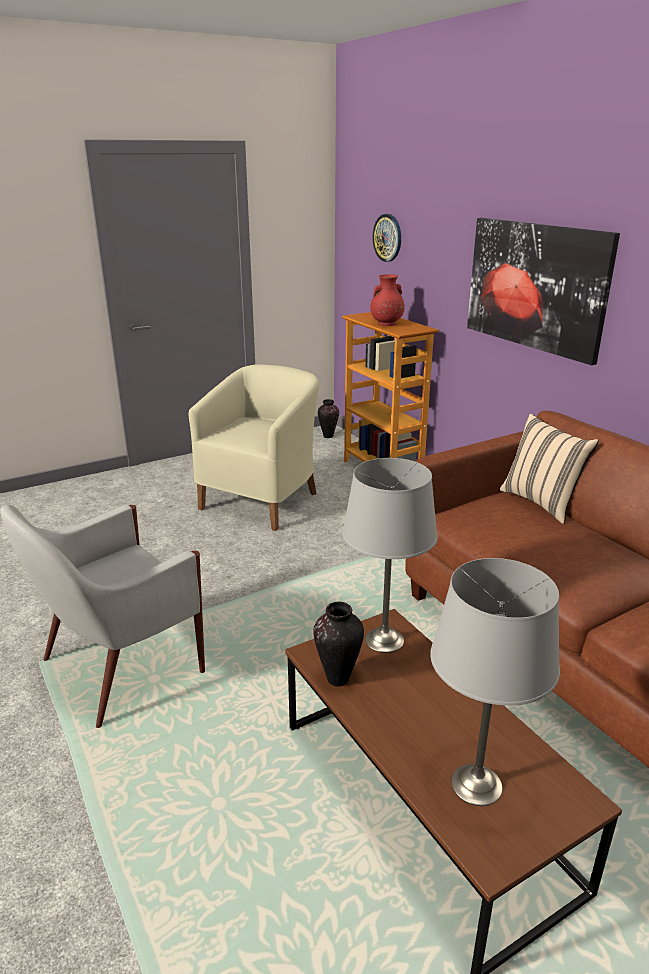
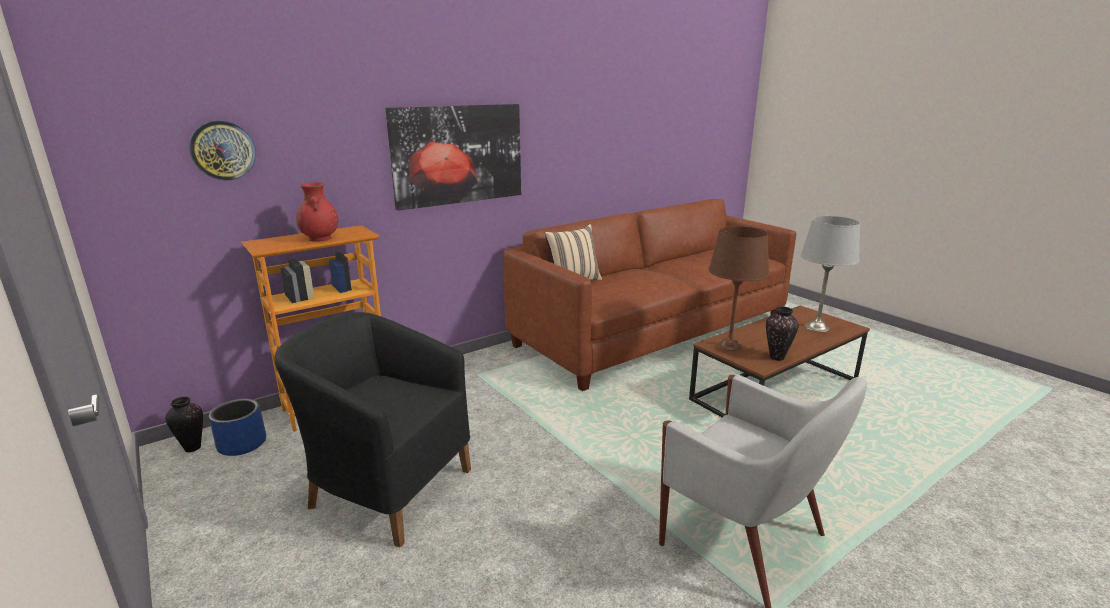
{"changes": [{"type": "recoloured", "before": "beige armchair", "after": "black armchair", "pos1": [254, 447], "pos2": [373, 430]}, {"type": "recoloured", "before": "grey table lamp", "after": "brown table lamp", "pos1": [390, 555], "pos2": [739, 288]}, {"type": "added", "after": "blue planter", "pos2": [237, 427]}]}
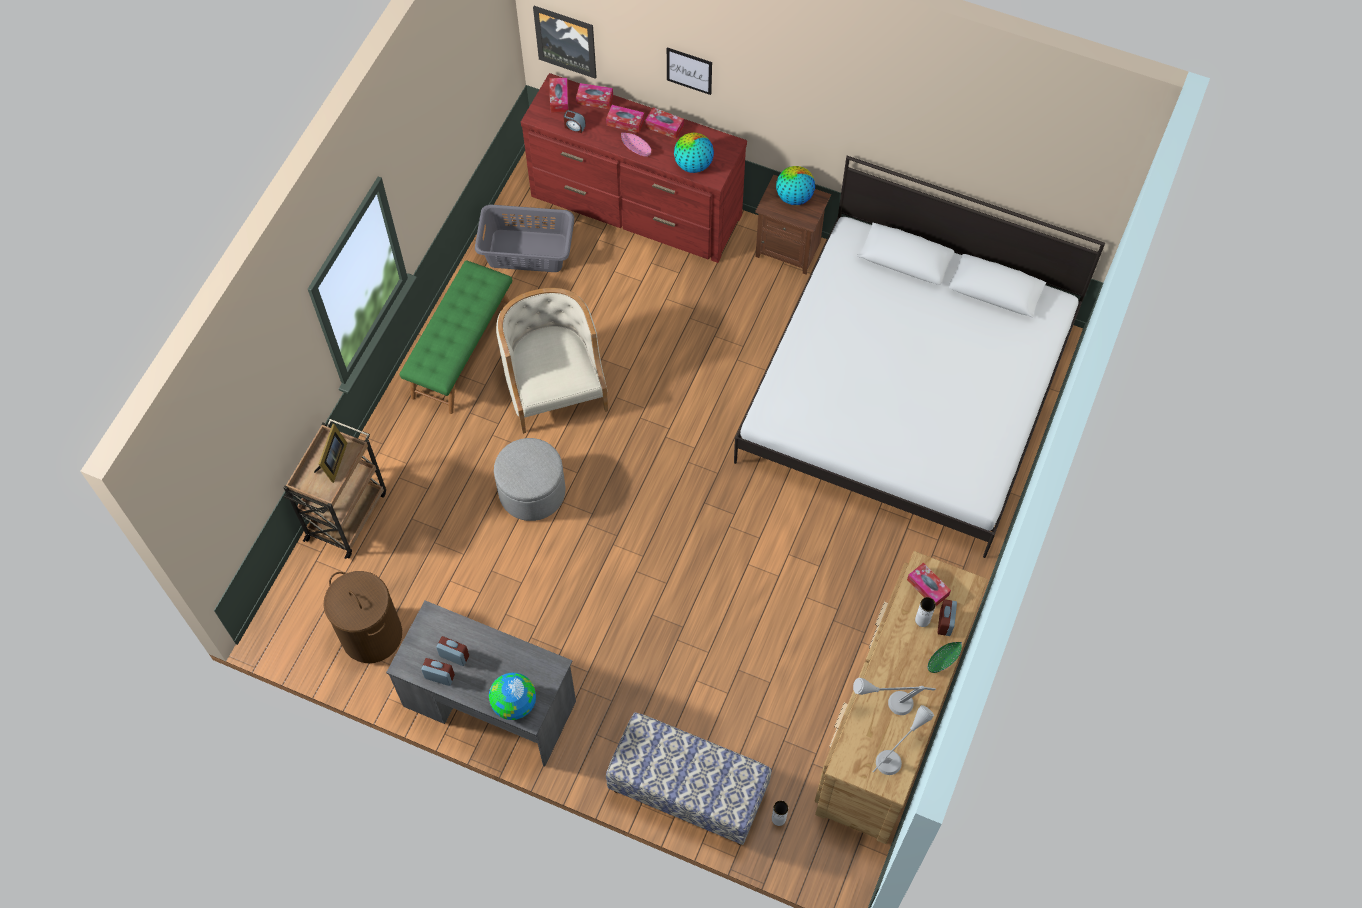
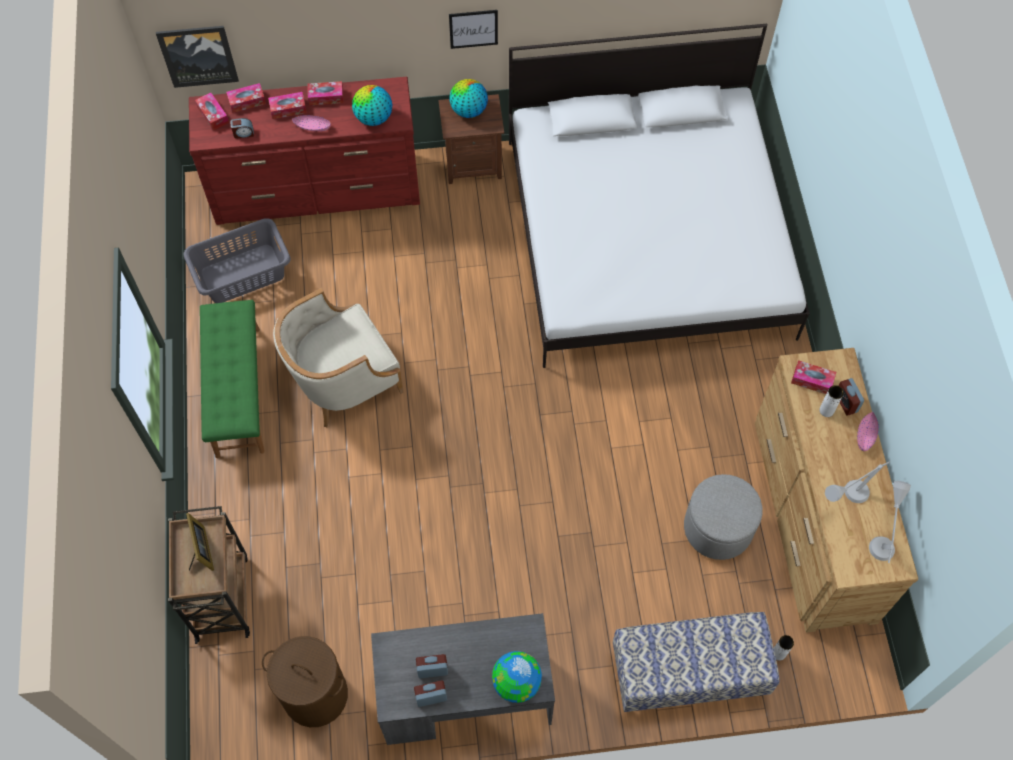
{"changes": [{"type": "moved", "before": "grey ottoman", "pos1": [530, 479], "pos2": [723, 517]}, {"type": "turned", "before": "beige armchair", "pos1": [552, 361], "pos2": [338, 357], "turn": -75}, {"type": "moved", "before": "picture", "pos1": [689, 71], "pos2": [473, 29]}, {"type": "recoloured", "before": "green bowl", "after": "pink bowl", "pos1": [945, 657], "pos2": [868, 431]}]}
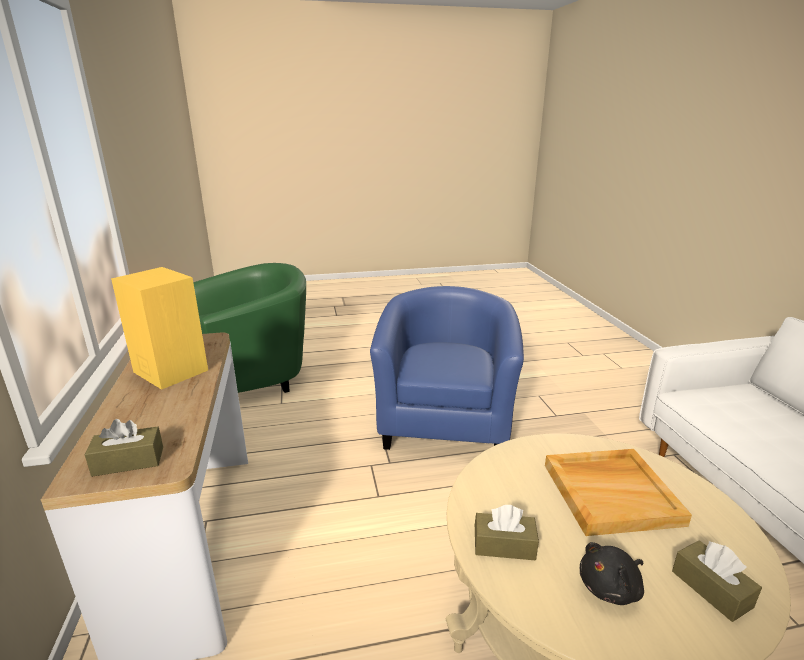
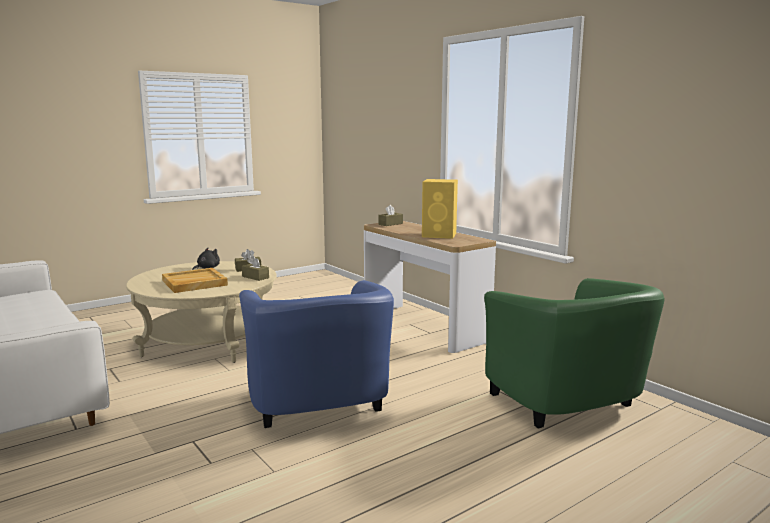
{"changes": [{"type": "turned", "before": "green armchair", "pos1": [249, 328], "pos2": [574, 353], "turn": -60}, {"type": "moved", "before": "brown tissue box", "pos1": [717, 581], "pos2": [255, 268]}]}
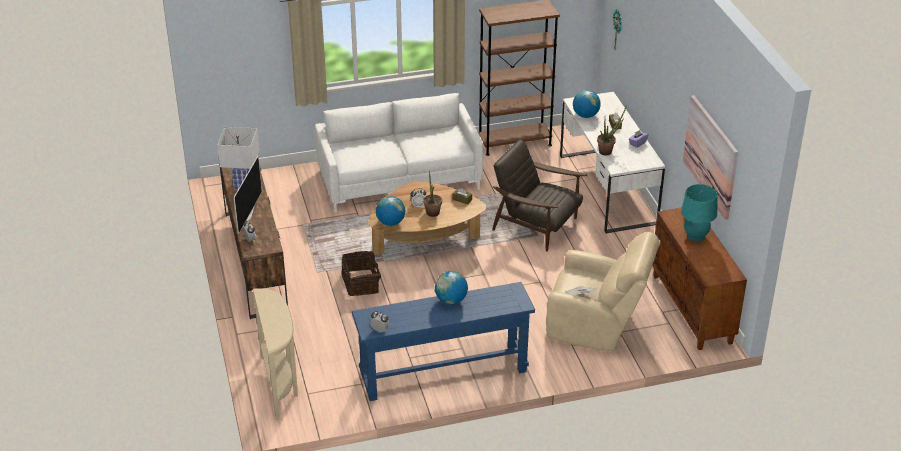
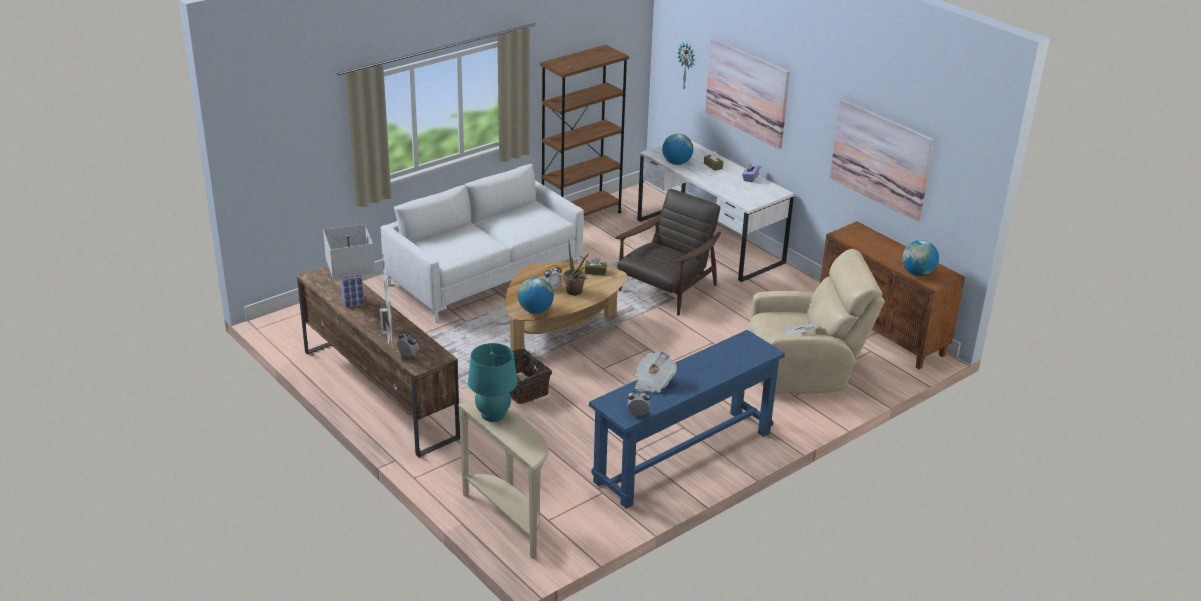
{"changes": [{"type": "moved", "before": "globe", "pos1": [451, 287], "pos2": [920, 258]}, {"type": "turned", "before": "brown armchair", "pos1": [539, 196], "pos2": [668, 252], "turn": 120}, {"type": "removed", "before": "potted plant", "pos1": [612, 130]}, {"type": "moved", "before": "turquoise table lamp", "pos1": [699, 213], "pos2": [492, 382]}, {"type": "added", "after": "newspaper", "pos2": [656, 371]}, {"type": "added", "after": "picture", "pos2": [747, 93]}]}
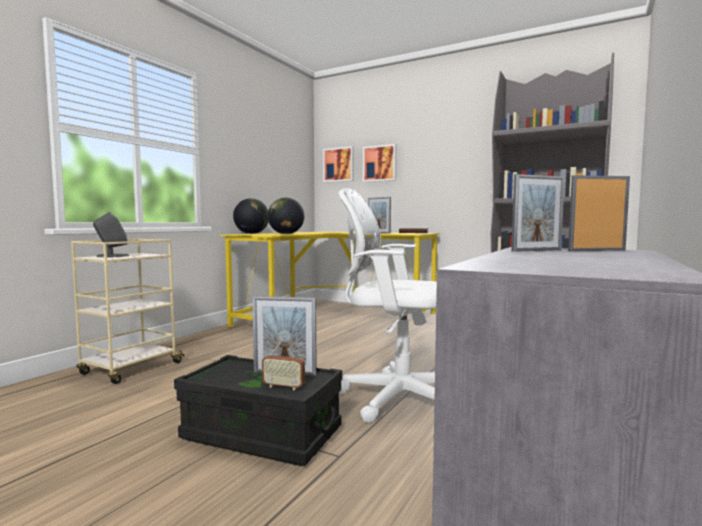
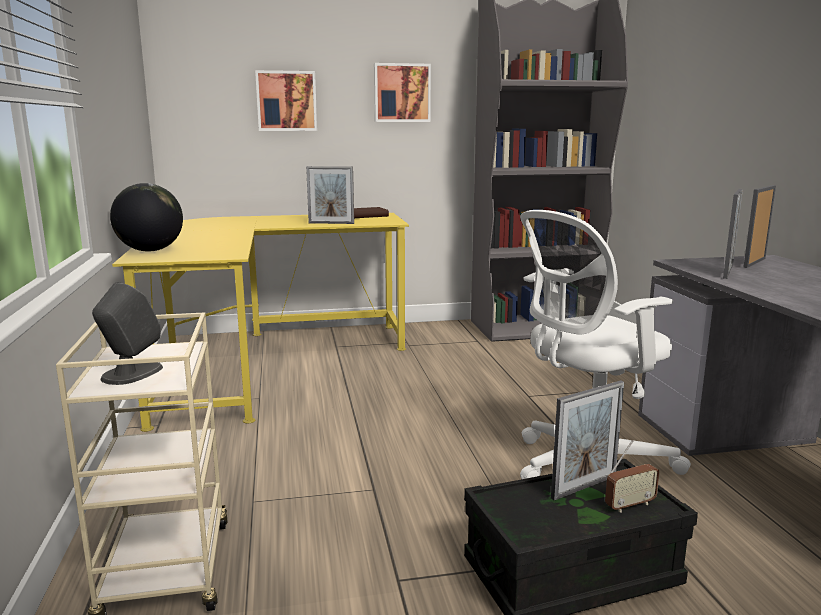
{"changes": [{"type": "removed", "before": "globe", "pos1": [286, 216]}, {"type": "moved", "before": "picture", "pos1": [338, 164], "pos2": [402, 92]}]}
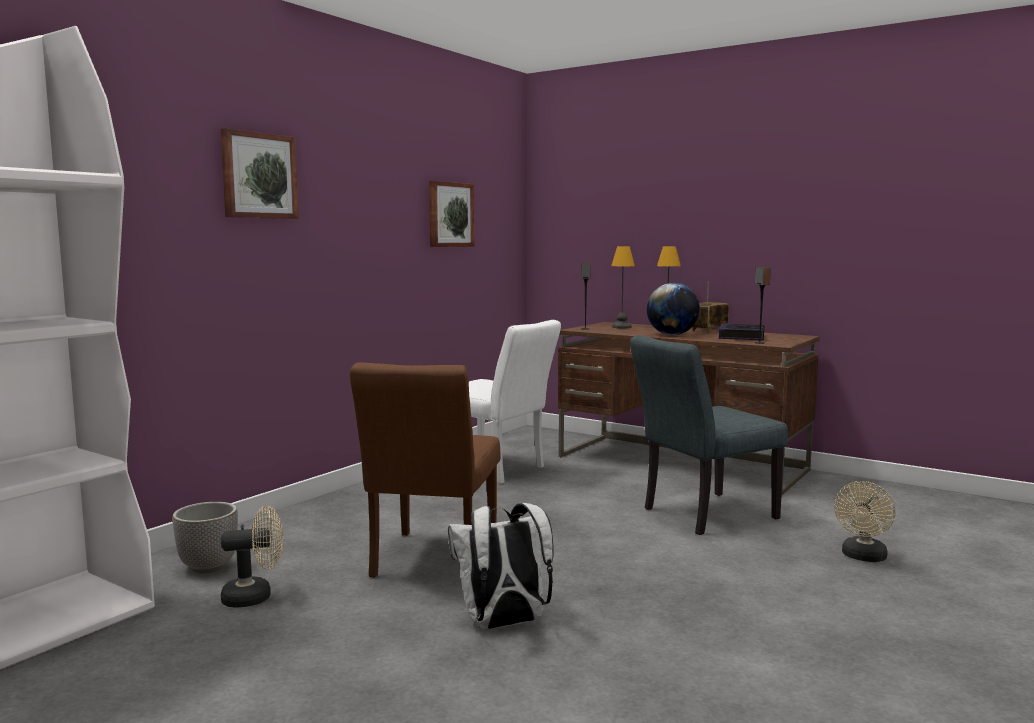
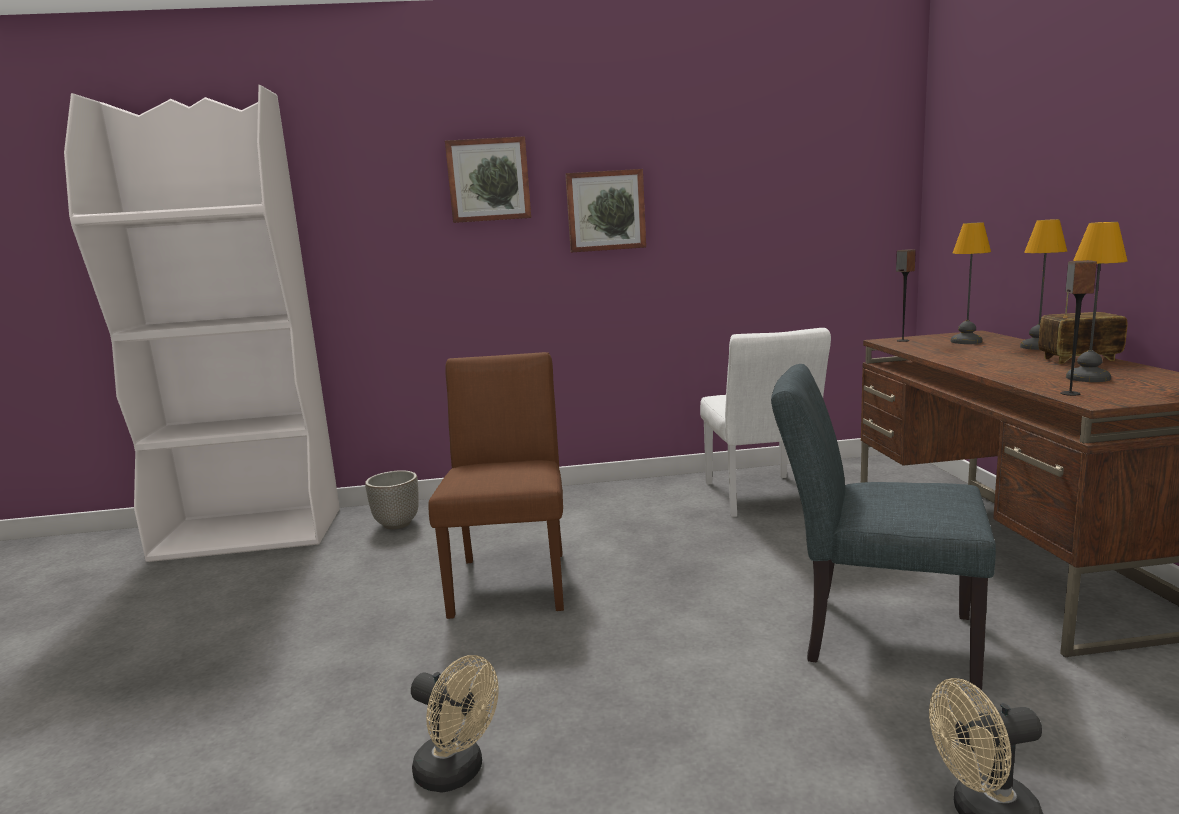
{"changes": [{"type": "moved", "before": "beige fan", "pos1": [252, 557], "pos2": [454, 724]}, {"type": "turned", "before": "brown chair", "pos1": [425, 470], "pos2": [496, 485], "turn": 120}, {"type": "moved", "before": "picture", "pos1": [452, 214], "pos2": [605, 210]}, {"type": "removed", "before": "white backpack", "pos1": [501, 566]}, {"type": "removed", "before": "globe", "pos1": [673, 309]}, {"type": "replaced", "before": "book", "after": "table lamp", "pos1": [742, 331], "pos2": [1097, 302]}]}
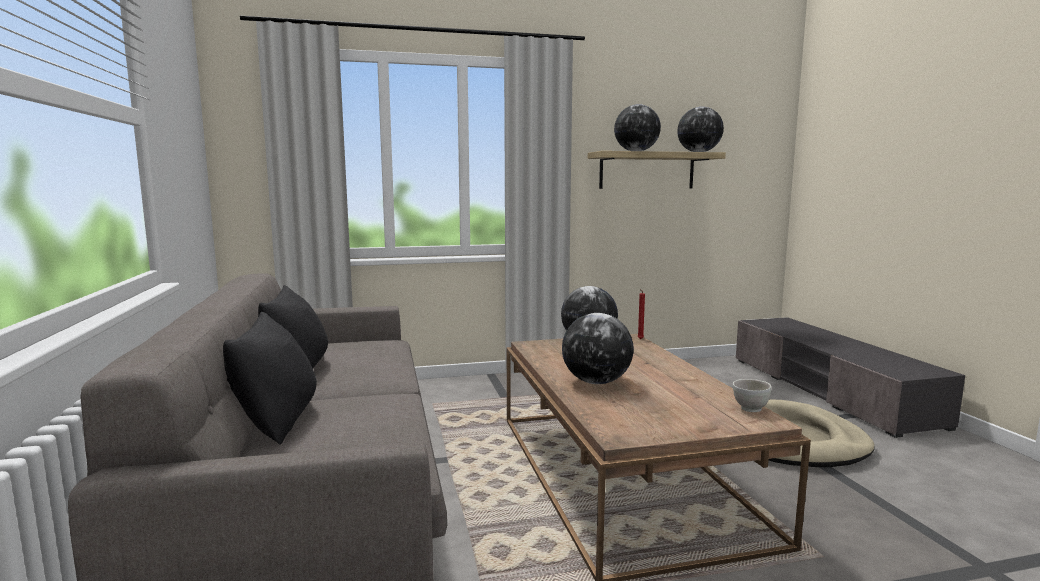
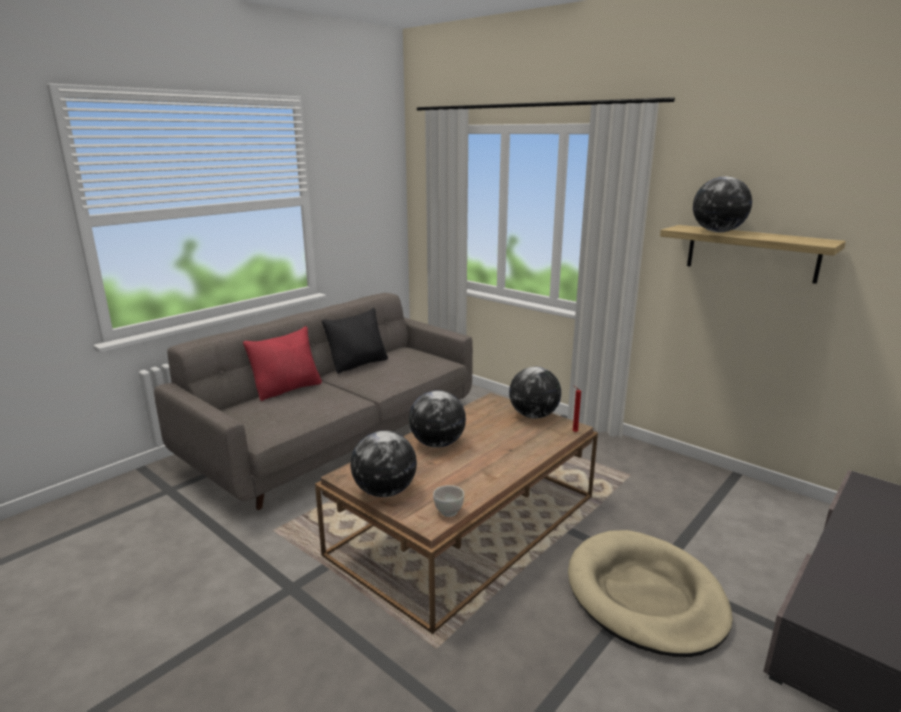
{"changes": [{"type": "recoloured", "before": "black pillow", "after": "red pillow", "pos1": [270, 378], "pos2": [282, 363]}, {"type": "moved", "before": "globe", "pos1": [700, 129], "pos2": [384, 463]}]}
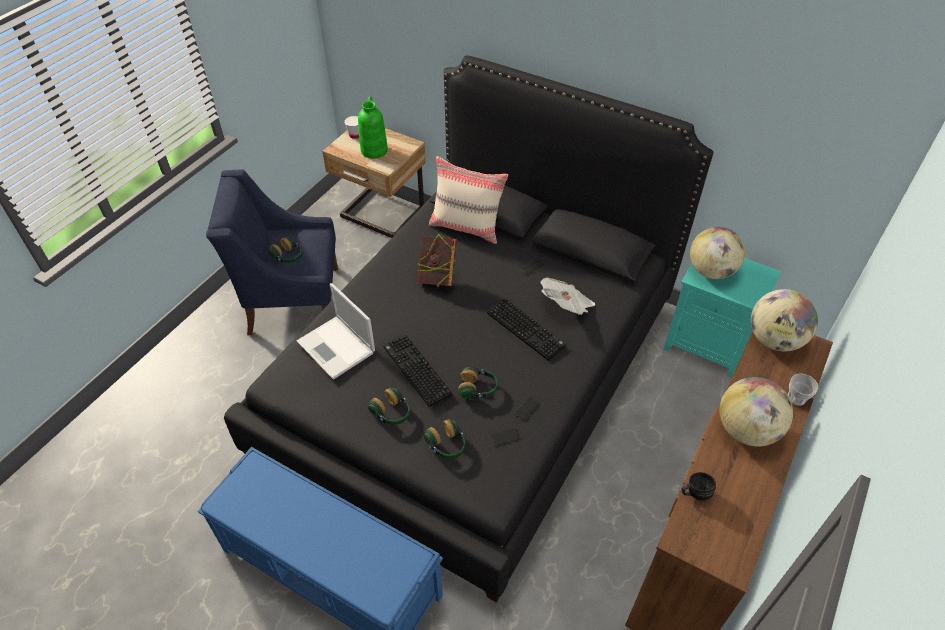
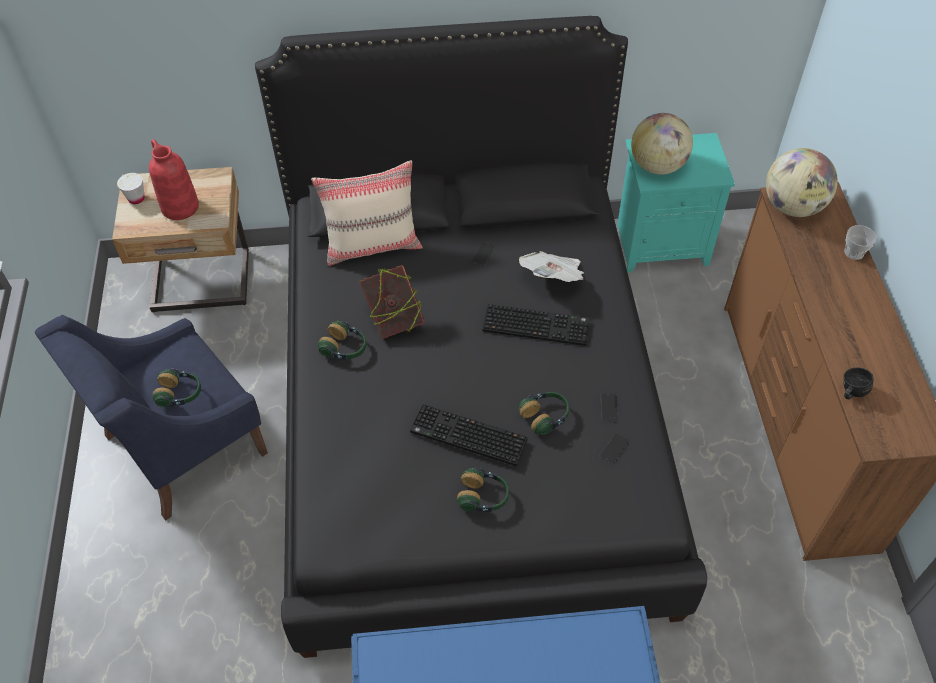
{"changes": [{"type": "removed", "before": "laptop", "pos1": [335, 331]}, {"type": "recoloured", "before": "green vase", "after": "red vase", "pos1": [373, 127], "pos2": [174, 179]}, {"type": "moved", "before": "headphones", "pos1": [445, 439], "pos2": [342, 340]}, {"type": "removed", "before": "globe", "pos1": [756, 411]}]}
